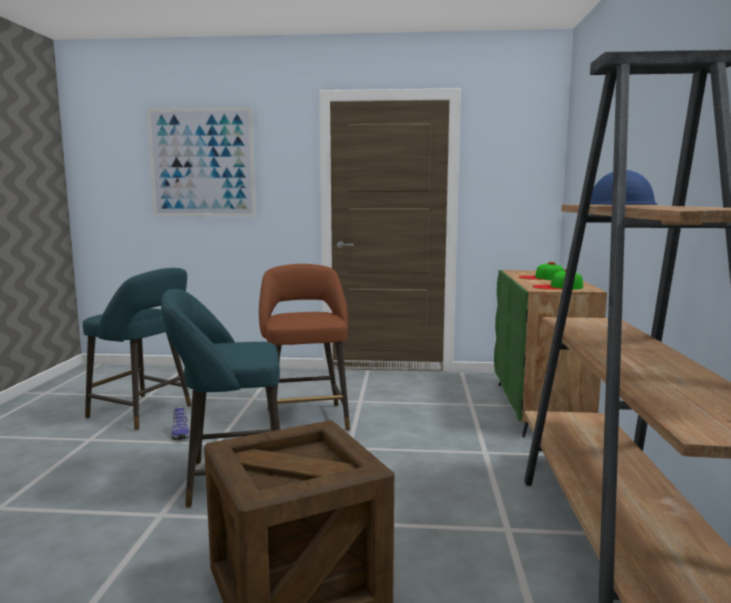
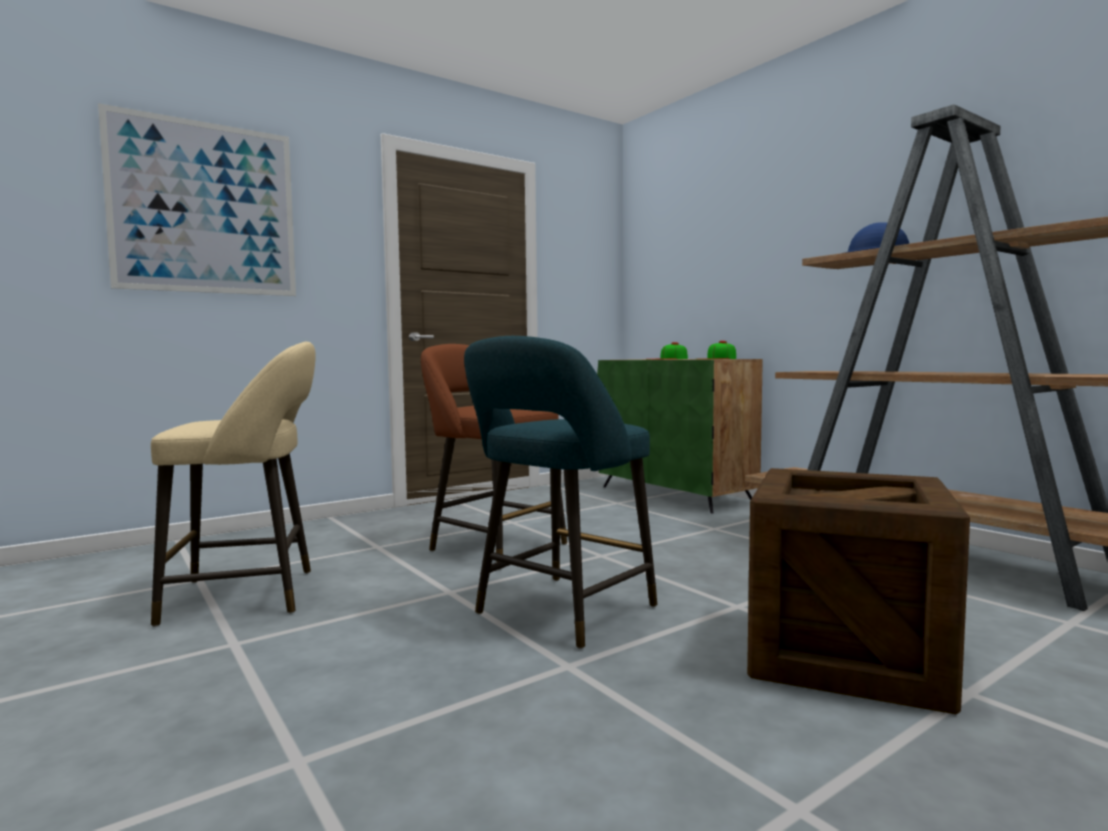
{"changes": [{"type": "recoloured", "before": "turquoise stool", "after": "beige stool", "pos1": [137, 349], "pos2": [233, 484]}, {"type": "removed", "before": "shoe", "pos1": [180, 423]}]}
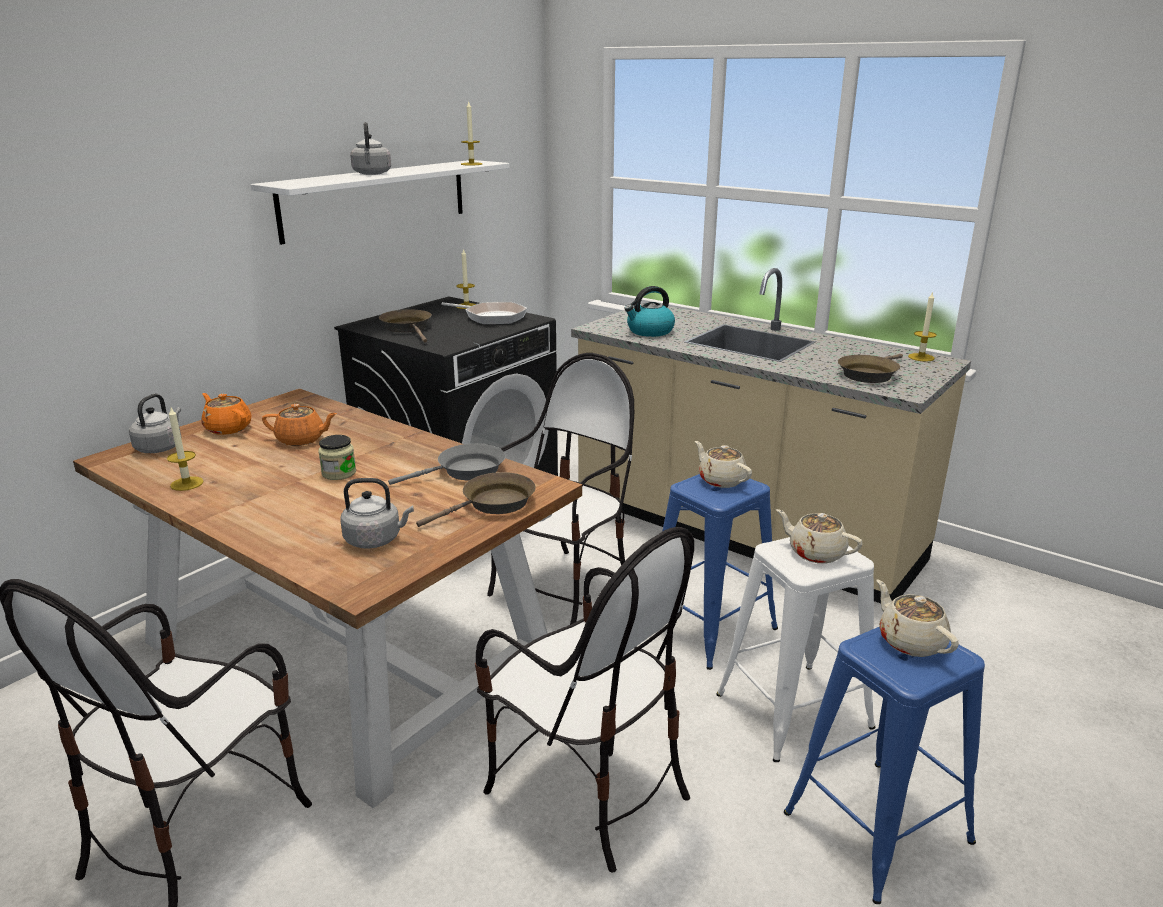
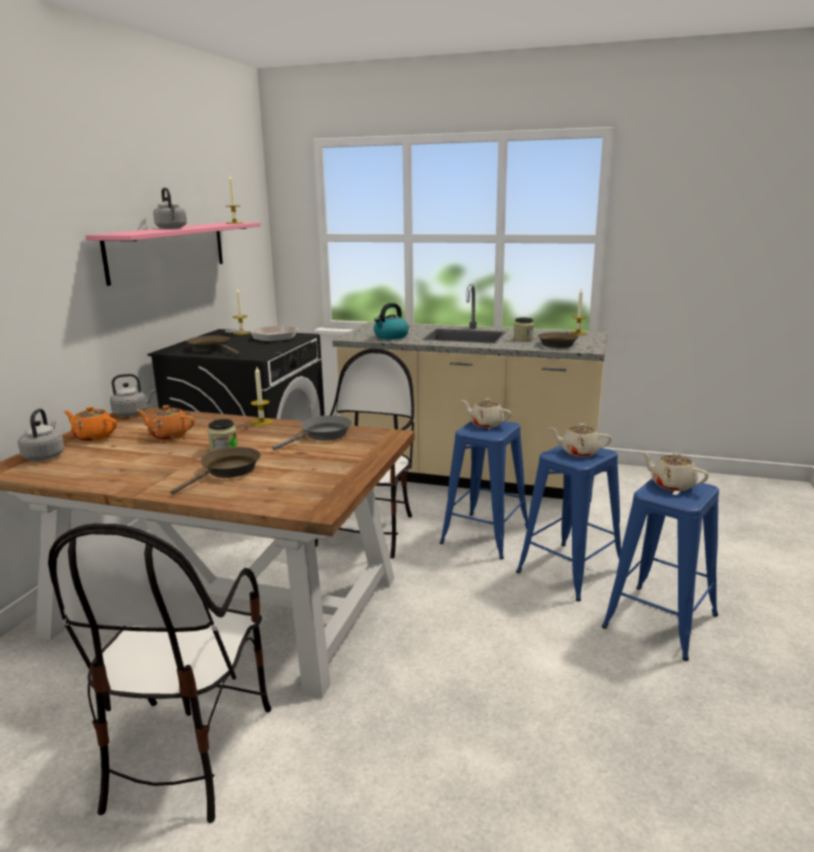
{"changes": [{"type": "moved", "before": "candle", "pos1": [185, 449], "pos2": [262, 396]}, {"type": "recoloured", "before": "white shelf", "after": "pink shelf", "pos1": [380, 202], "pos2": [173, 254]}, {"type": "turned", "before": "orange teapot", "pos1": [299, 425], "pos2": [166, 422], "turn": -150}, {"type": "moved", "before": "grey kettle", "pos1": [377, 513], "pos2": [133, 395]}, {"type": "moved", "before": "brown frying pan", "pos1": [476, 499], "pos2": [215, 471]}, {"type": "removed", "before": "chair", "pos1": [584, 700]}, {"type": "recoloured", "before": "white stool", "after": "blue stool", "pos1": [796, 649], "pos2": [568, 523]}, {"type": "added", "after": "jar", "pos2": [524, 329]}]}
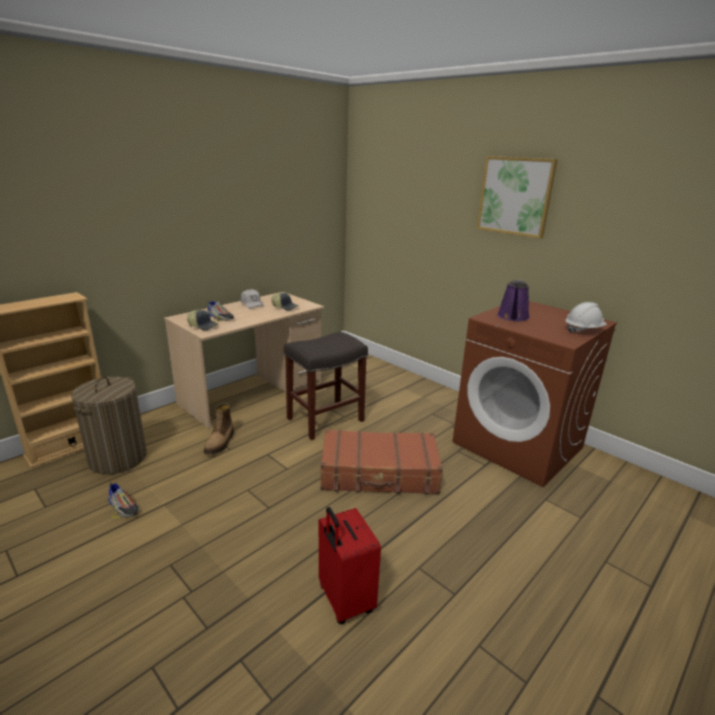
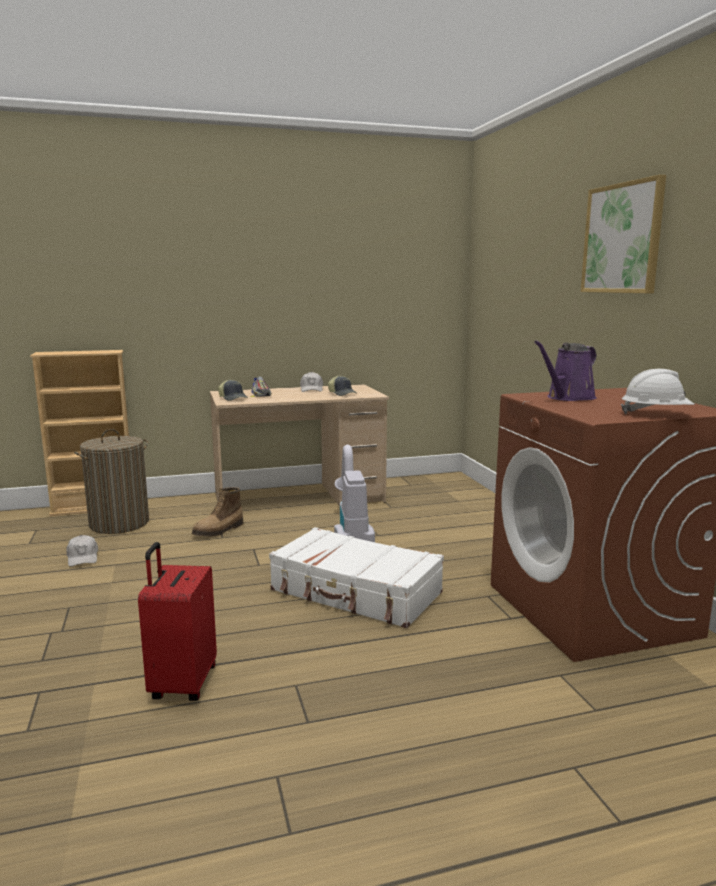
{"changes": [{"type": "replaced", "before": "shoe", "after": "white cap", "pos1": [123, 500], "pos2": [82, 551]}, {"type": "replaced", "before": "grey stool", "after": "vacuum cleaner", "pos1": [326, 385], "pos2": [354, 493]}, {"type": "recoloured", "before": "brown suitcase", "after": "white suitcase", "pos1": [382, 461], "pos2": [356, 577]}]}
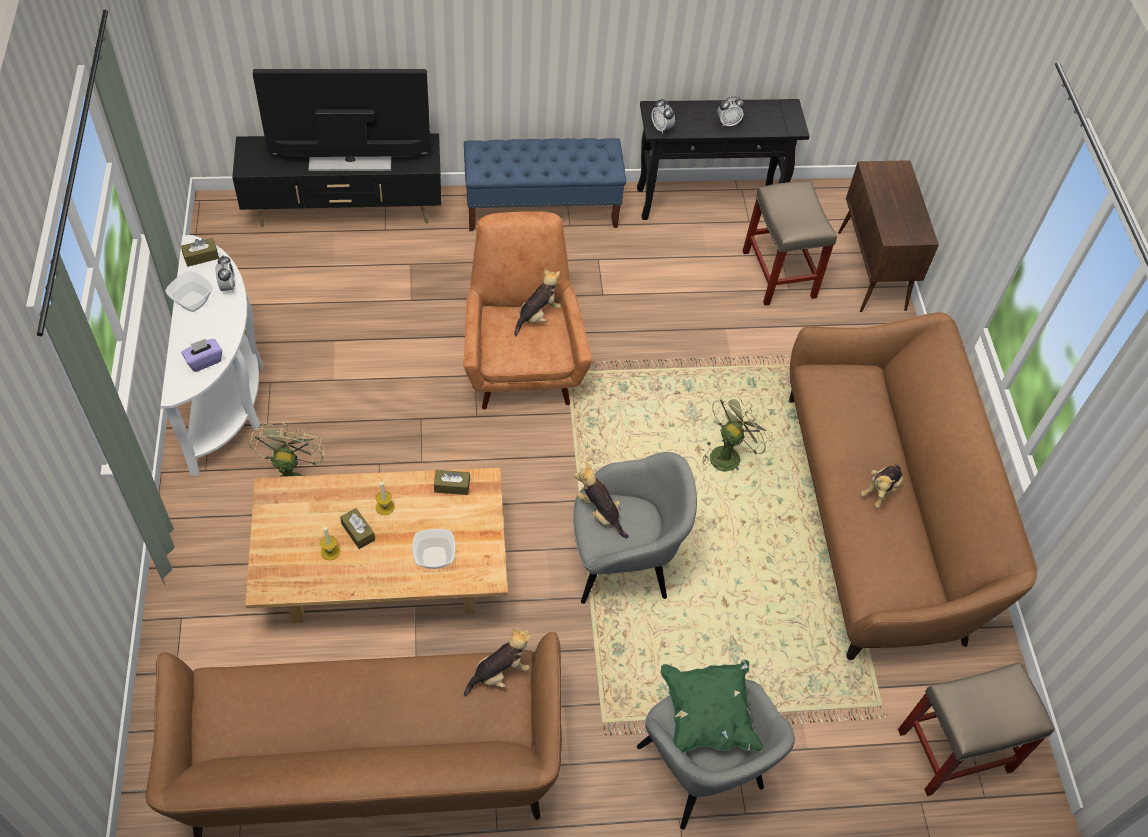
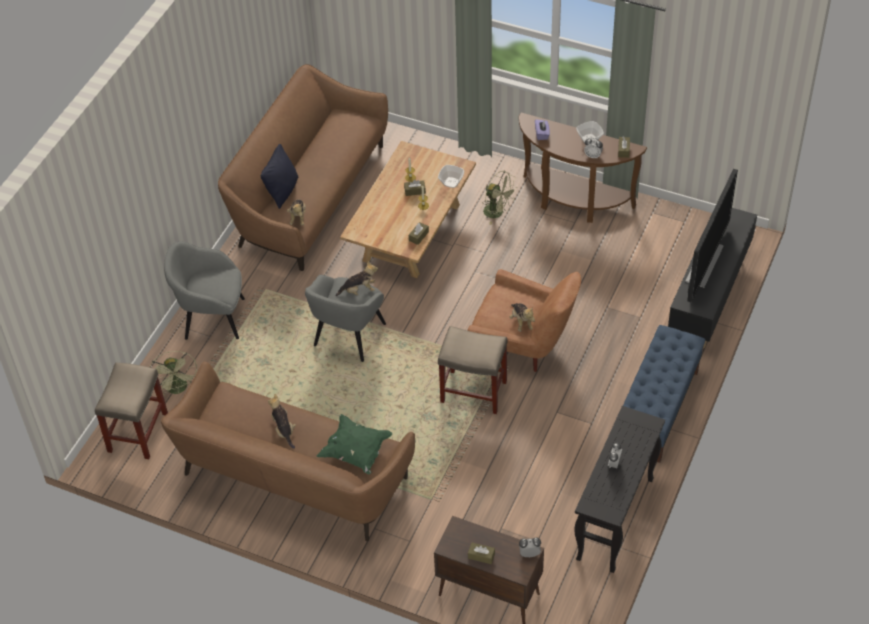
{"changes": [{"type": "recoloured", "before": "white console table", "after": "brown console table", "pos1": [212, 355], "pos2": [583, 167]}, {"type": "moved", "before": "bowl", "pos1": [434, 549], "pos2": [451, 176]}, {"type": "moved", "before": "alarm clock", "pos1": [663, 116], "pos2": [530, 547]}, {"type": "moved", "before": "green pillow", "pos1": [711, 706], "pos2": [354, 444]}, {"type": "moved", "before": "green fan", "pos1": [737, 432], "pos2": [173, 373]}, {"type": "moved", "before": "beige stool", "pos1": [790, 243], "pos2": [473, 370]}, {"type": "added", "after": "black pillow", "pos2": [279, 176]}, {"type": "added", "after": "brown tissue box", "pos2": [481, 553]}]}
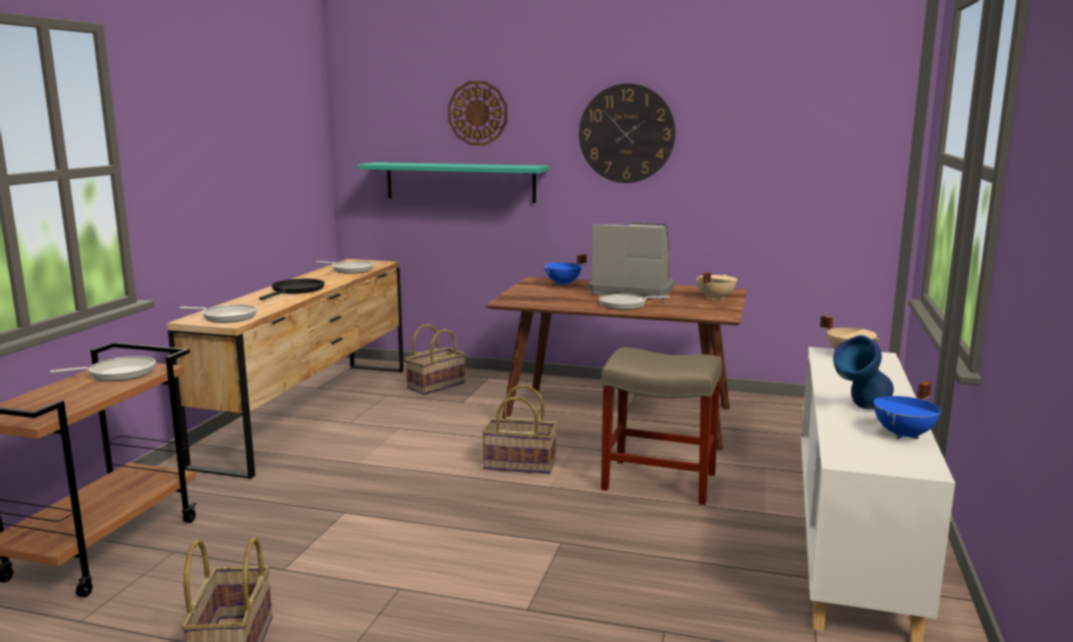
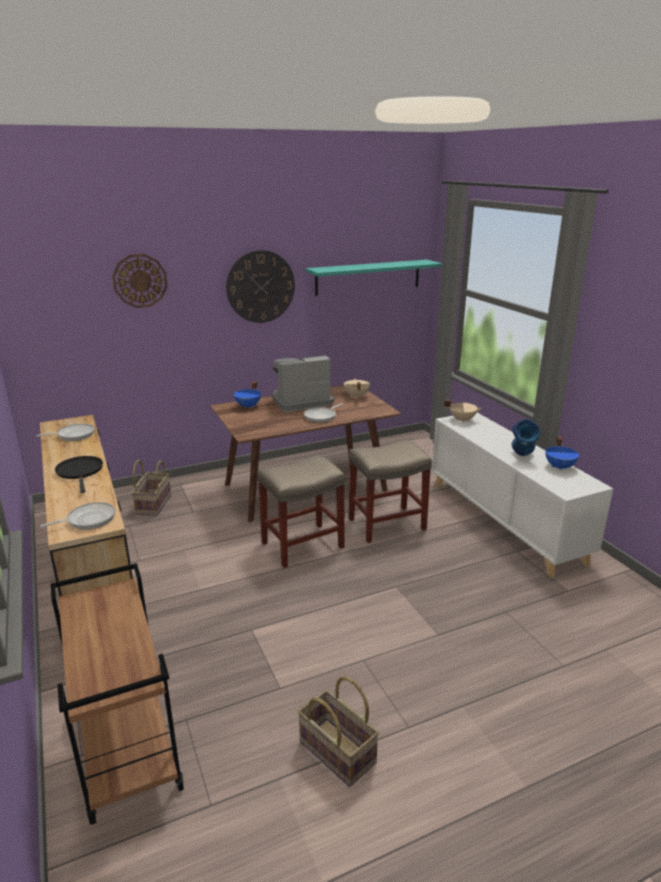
{"changes": [{"type": "removed", "before": "frying pan", "pos1": [103, 368]}, {"type": "moved", "before": "turquoise shelf", "pos1": [453, 182], "pos2": [373, 278]}, {"type": "replaced", "before": "basket", "after": "beige stool", "pos1": [519, 429], "pos2": [301, 511]}]}
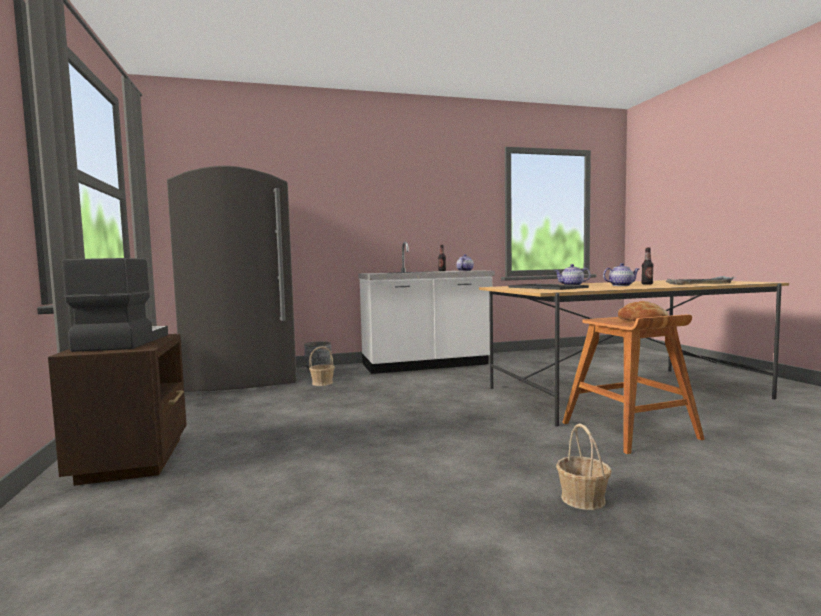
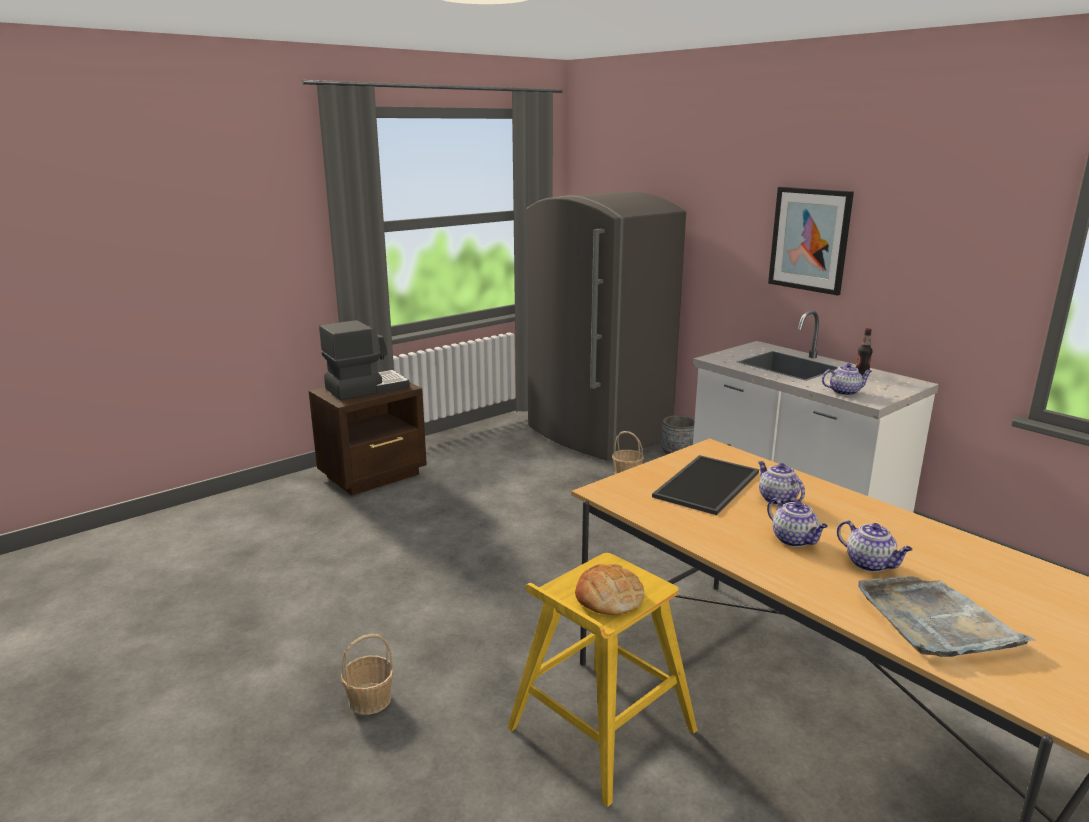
{"changes": [{"type": "recoloured", "before": "brown stool", "after": "yellow stool", "pos1": [633, 384], "pos2": [602, 680]}, {"type": "replaced", "before": "bottle", "after": "teapot", "pos1": [647, 266], "pos2": [875, 546]}, {"type": "added", "after": "picture", "pos2": [811, 241]}]}
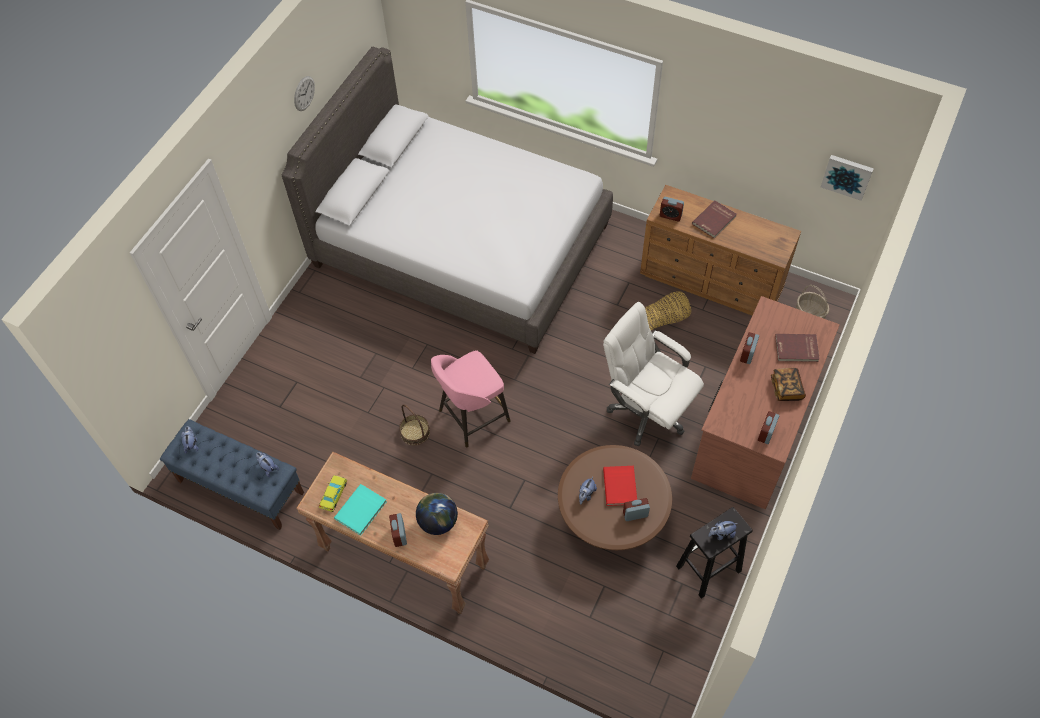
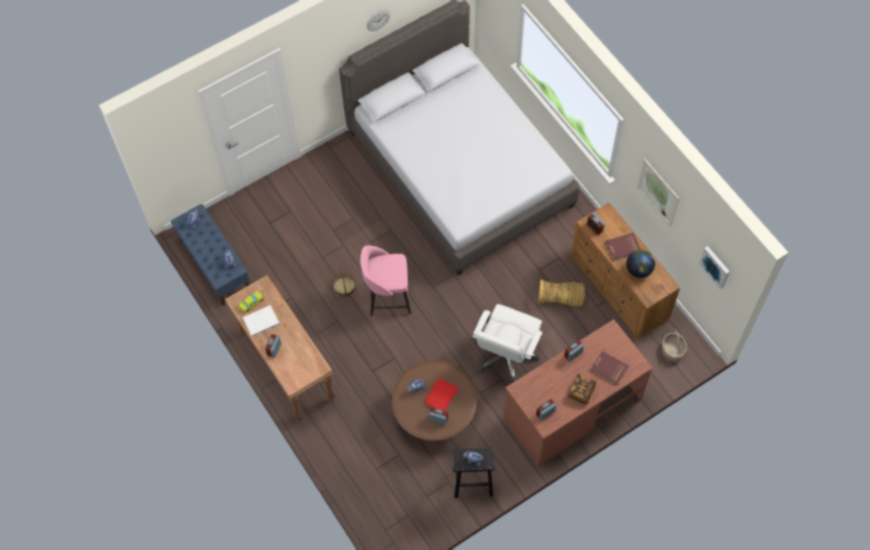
{"changes": [{"type": "recoloured", "before": "turquoise book", "after": "white book", "pos1": [360, 510], "pos2": [261, 321]}, {"type": "moved", "before": "globe", "pos1": [437, 514], "pos2": [640, 263]}, {"type": "turned", "before": "white office chair", "pos1": [653, 374], "pos2": [507, 343], "turn": -135}, {"type": "added", "after": "picture", "pos2": [658, 192]}]}
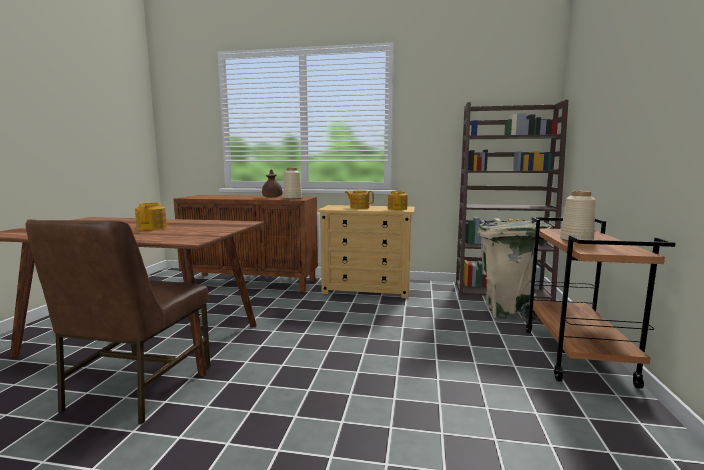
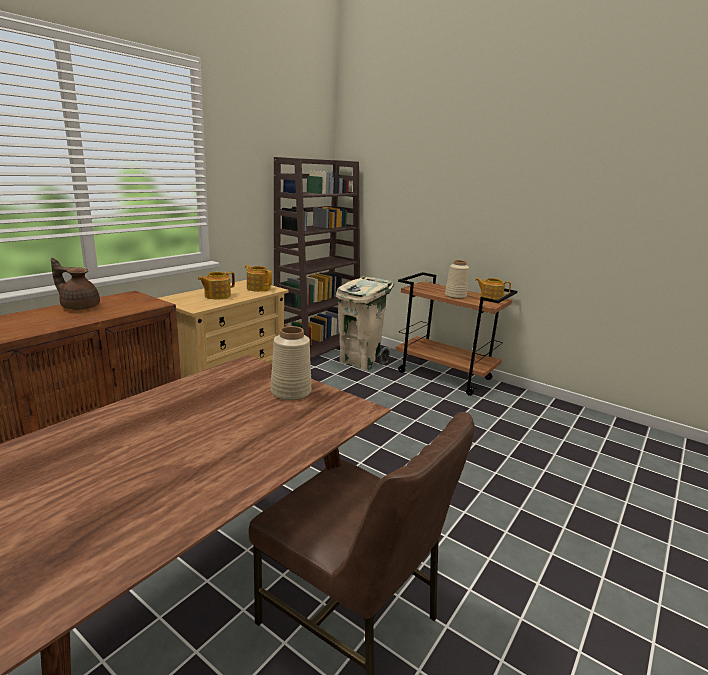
{"changes": [{"type": "moved", "before": "teapot", "pos1": [151, 216], "pos2": [493, 289]}, {"type": "moved", "before": "beige vase", "pos1": [292, 183], "pos2": [291, 363]}]}
